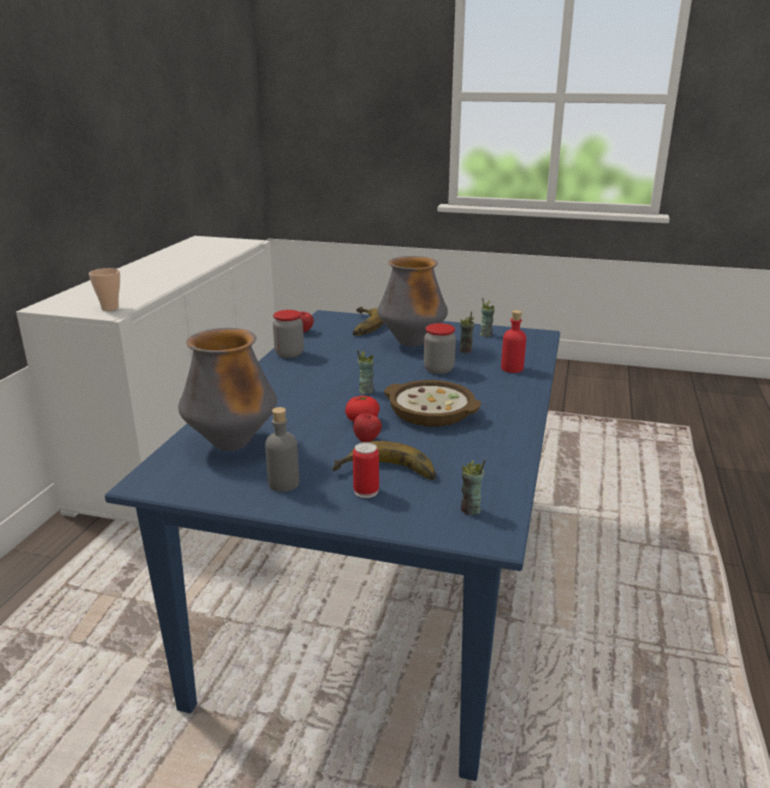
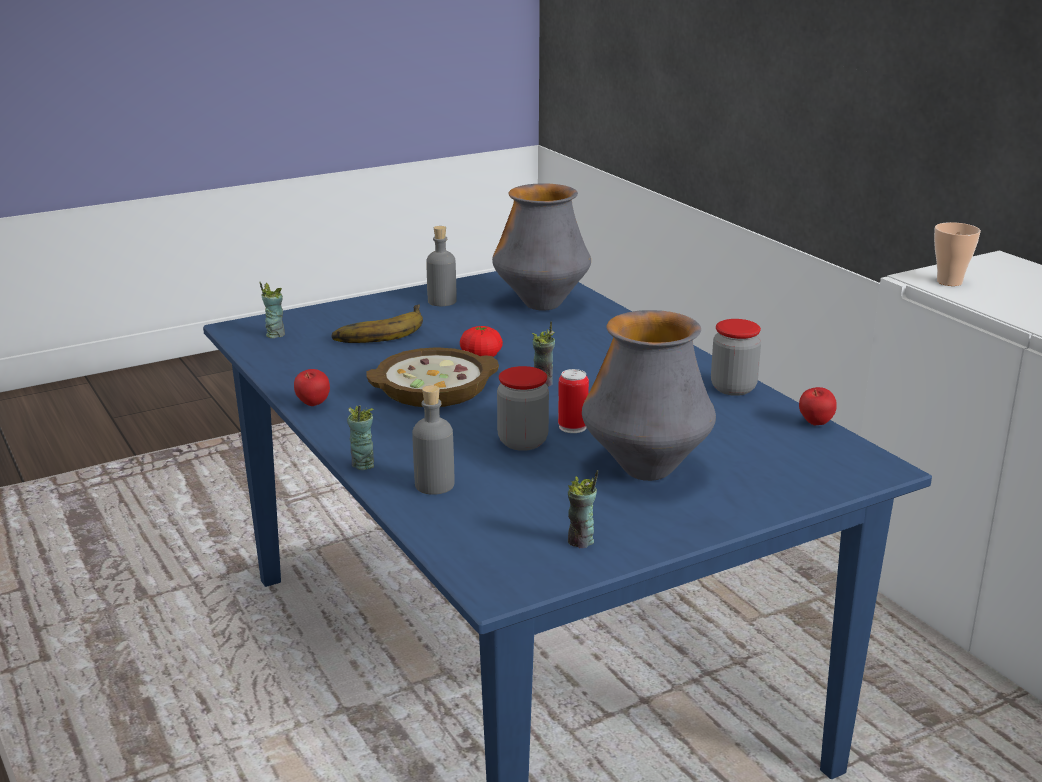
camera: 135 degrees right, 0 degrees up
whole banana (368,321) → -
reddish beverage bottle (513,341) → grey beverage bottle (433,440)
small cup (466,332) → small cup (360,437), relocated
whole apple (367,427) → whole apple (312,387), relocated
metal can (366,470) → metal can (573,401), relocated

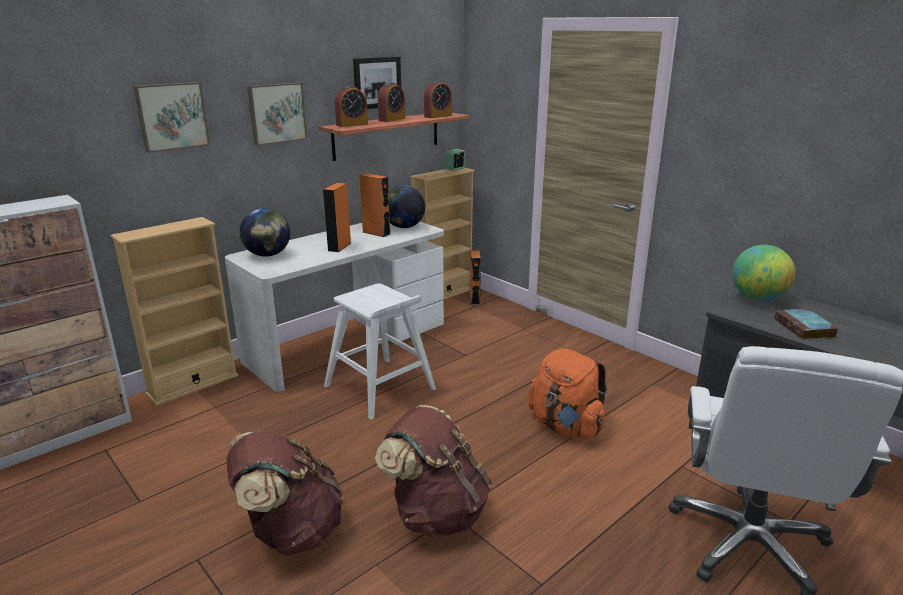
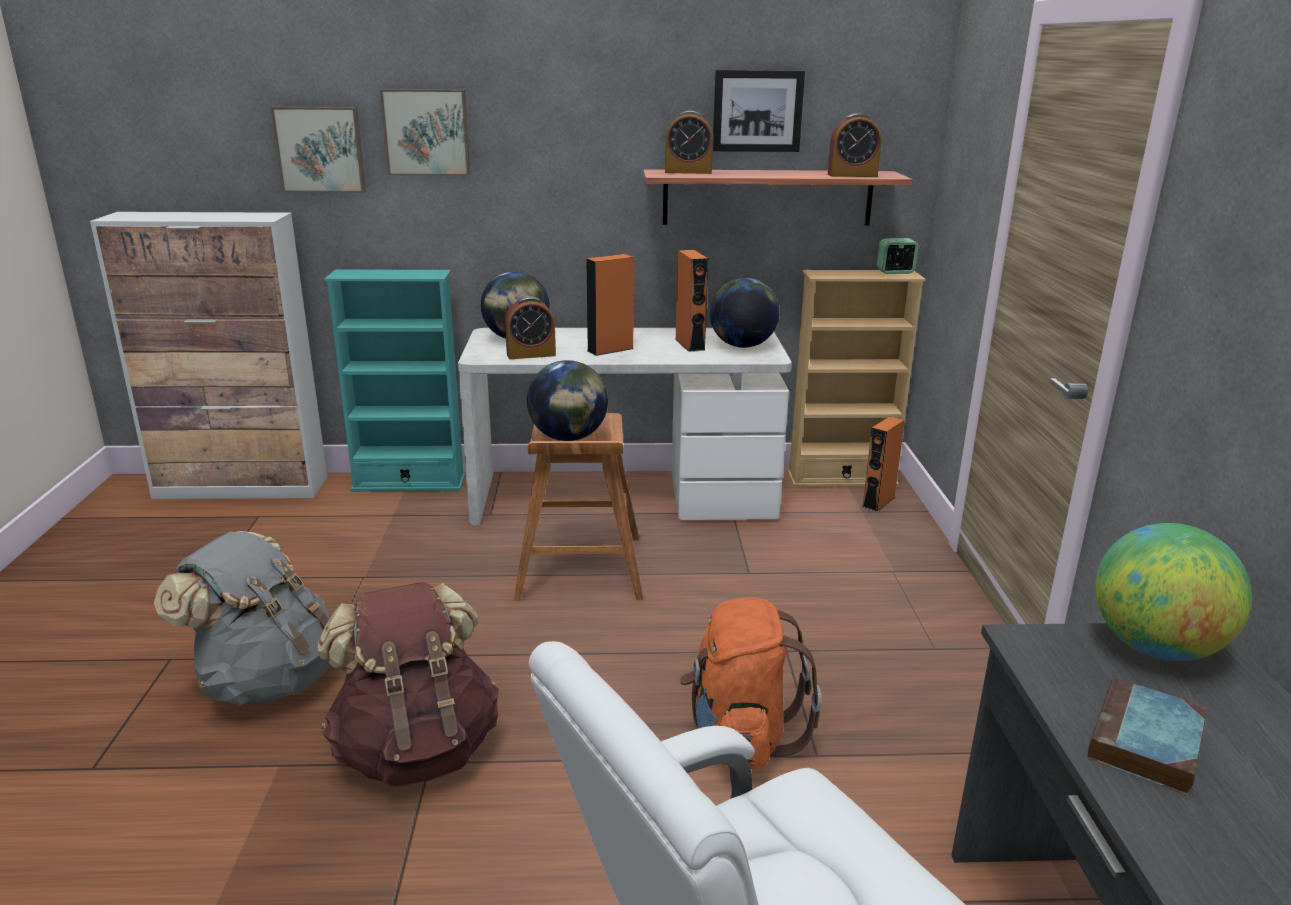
camera: 40 degrees right, 0 degrees up
picture (277,114) → picture (318,150), relocated
alarm clock (391,102) → alarm clock (530,327), relocated
beige-coloured bookshelf (174,311) → turquoise-coloured bookshelf (394,380)
white-coloured stool (380,351) → brown-coloured stool (578,507)
brown-coloured backpack (285,493) → grey backpack (242,618)
- → world globe (567,400)

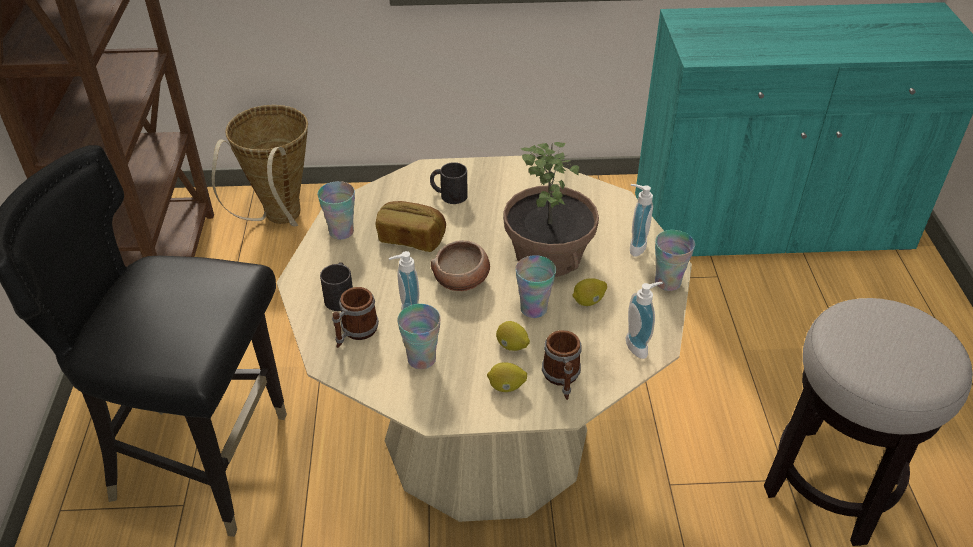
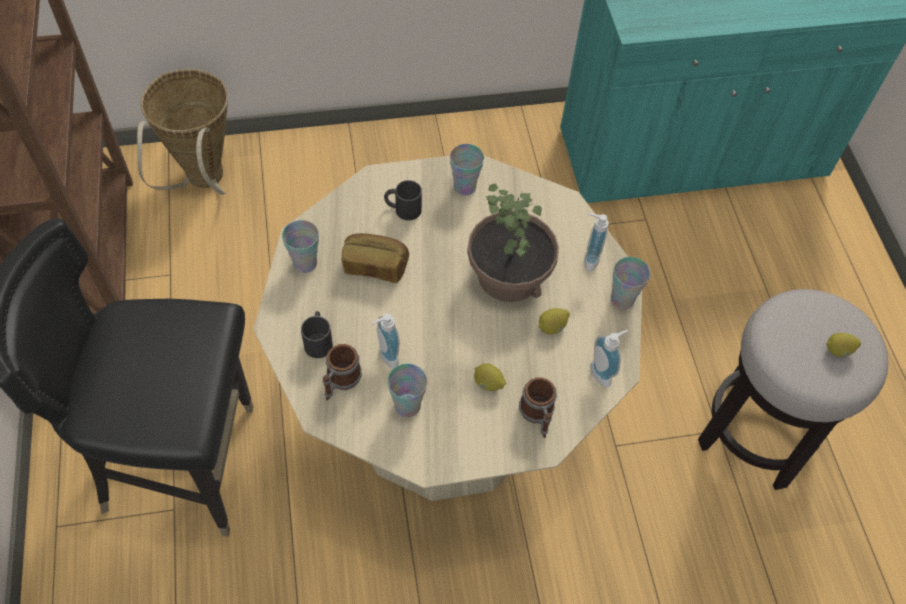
camera: 10 degrees left, 15 degrees up
deep dish (460,265) → -
small cup (535,286) → small cup (467,169), relocated
citrus fruit (507,377) → citrus fruit (843,345), relocated

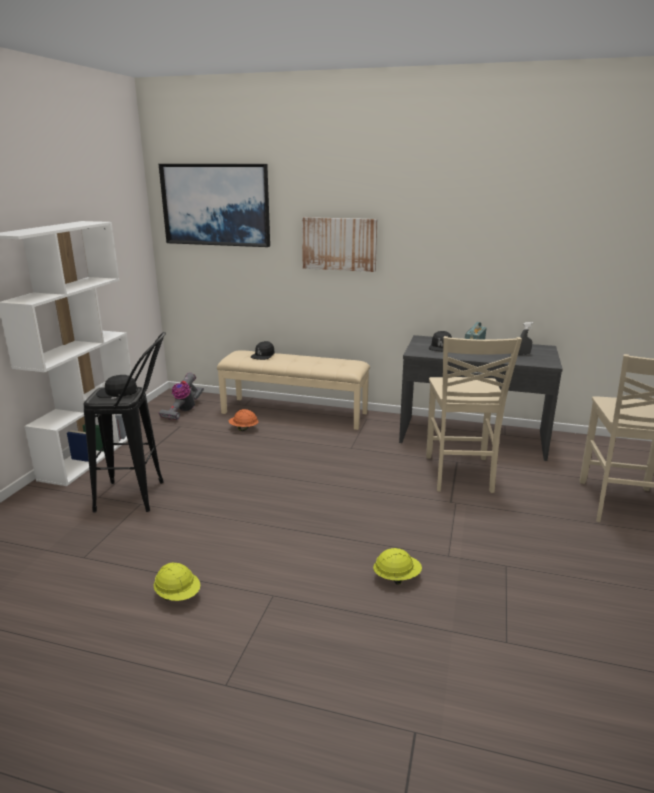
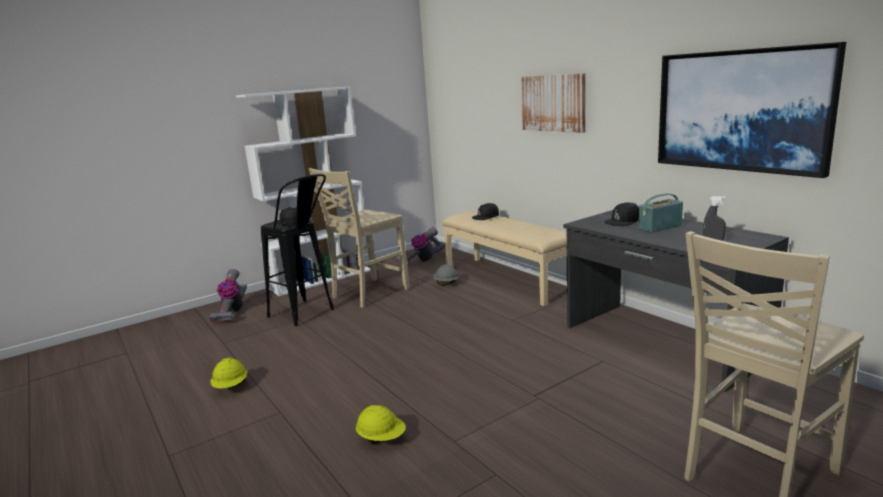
camera: 40 degrees right, 5 degrees down
picture (214,205) → picture (752,110), relocated
beige-coloured chair (474,414) → beige-coloured chair (359,238), relocated
orange safety helmet (243,420) → grey safety helmet (446,274)
- → vacuum cleaner (228,296)

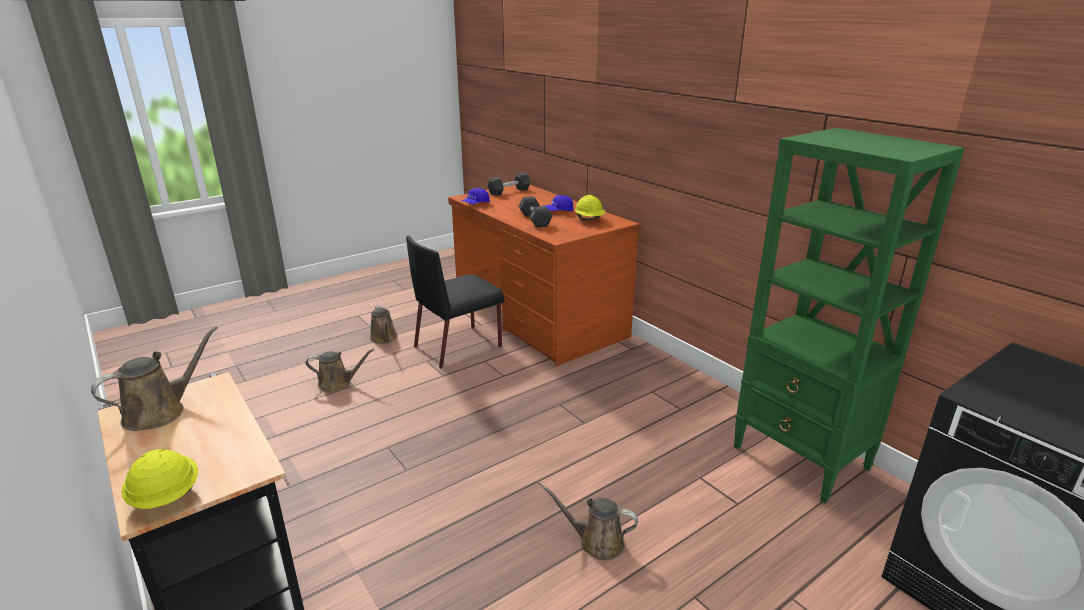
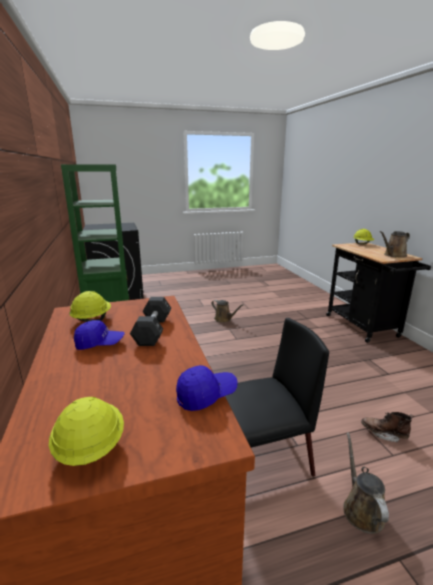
camera: 160 degrees left, 5 degrees down
black free weight (509,184) → yellow safety helmet (86,431)
brown-coloured watering pot (340,371) → brown-coloured tall boot (387,427)

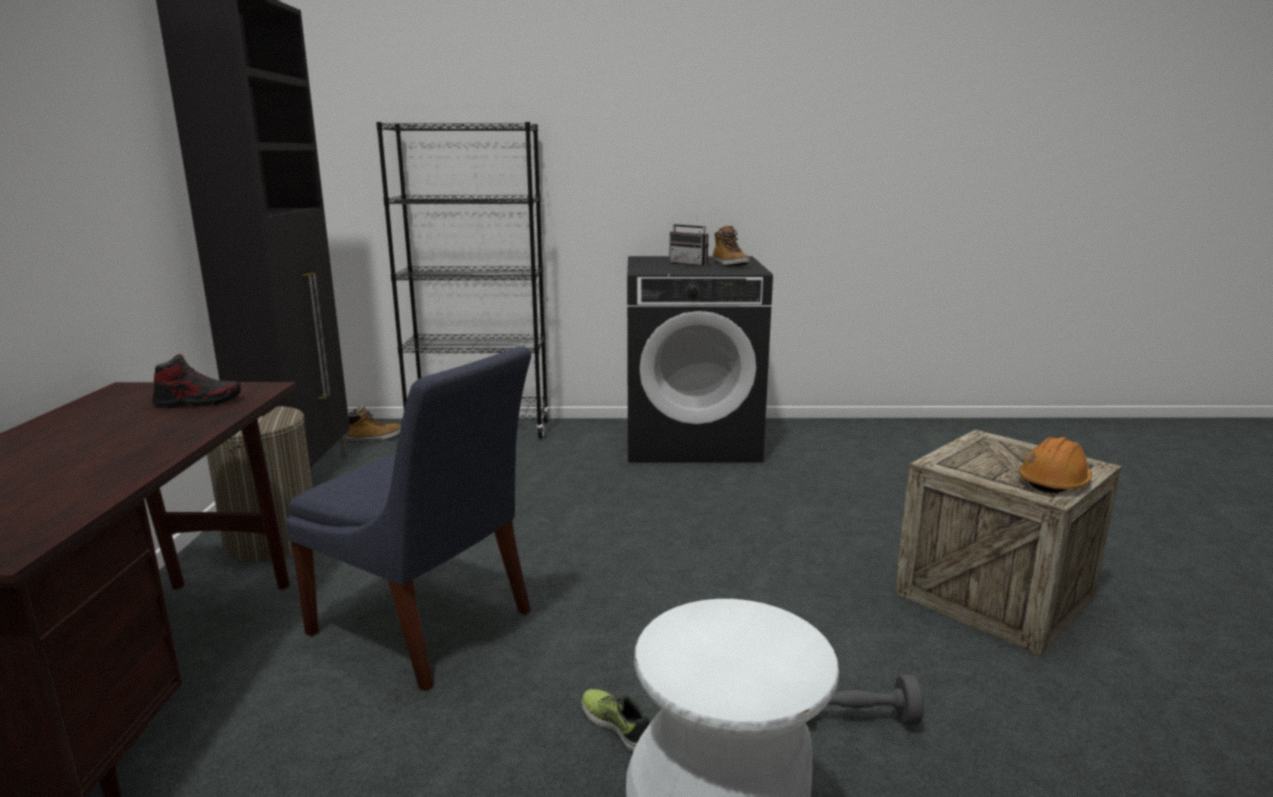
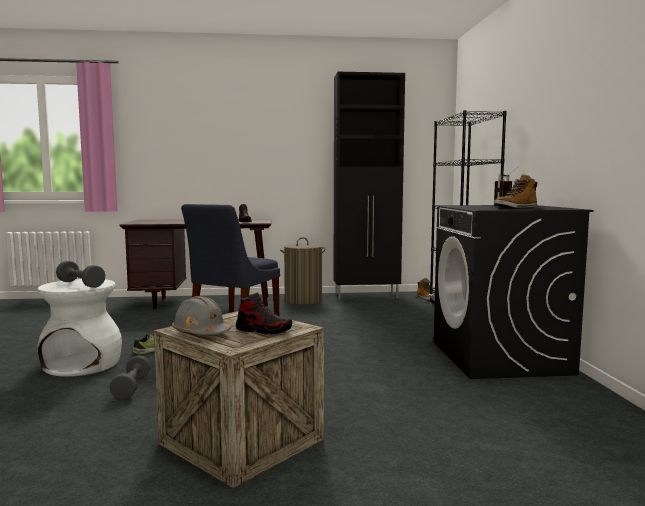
camera: 85 degrees right, 10 degrees down
orange safety helmet (1055,465) → grey safety helmet (201,315)
- → grey free weight (80,274)
- → shoe (264,313)

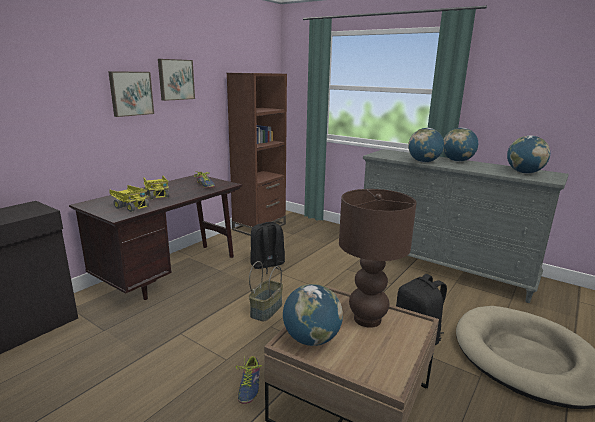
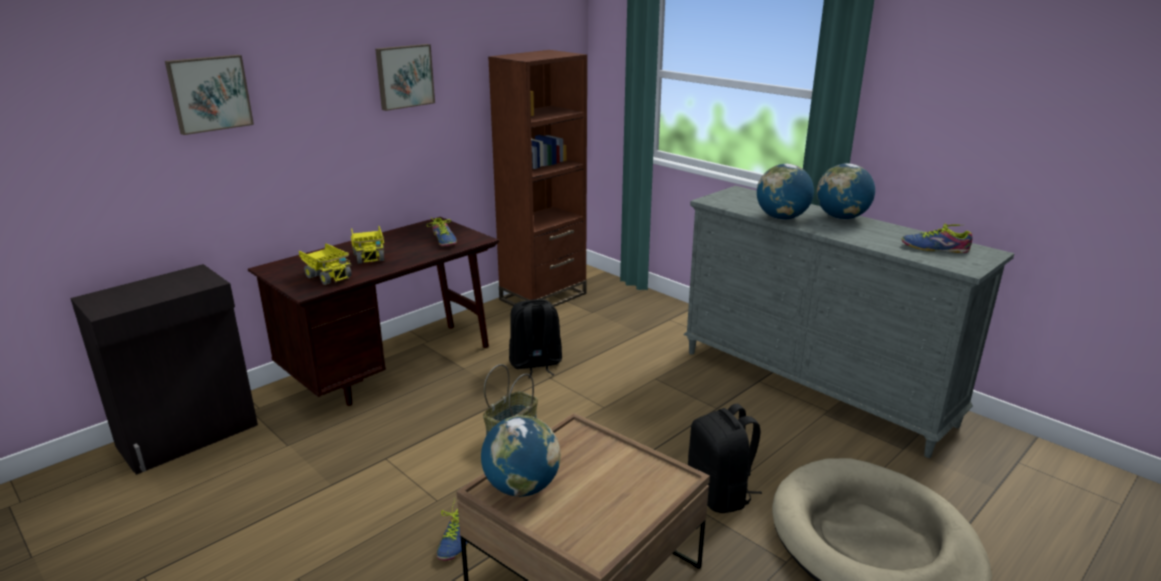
camera: 10 degrees right, 5 degrees up
picture (131,94) → picture (209,95), relocated
world globe (528,155) → shoe (937,238)
brown-coloured table lamp (378,258) → -

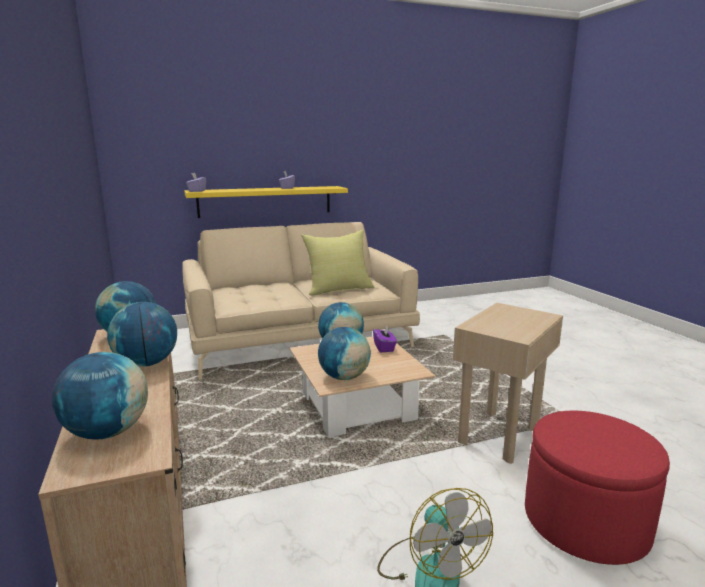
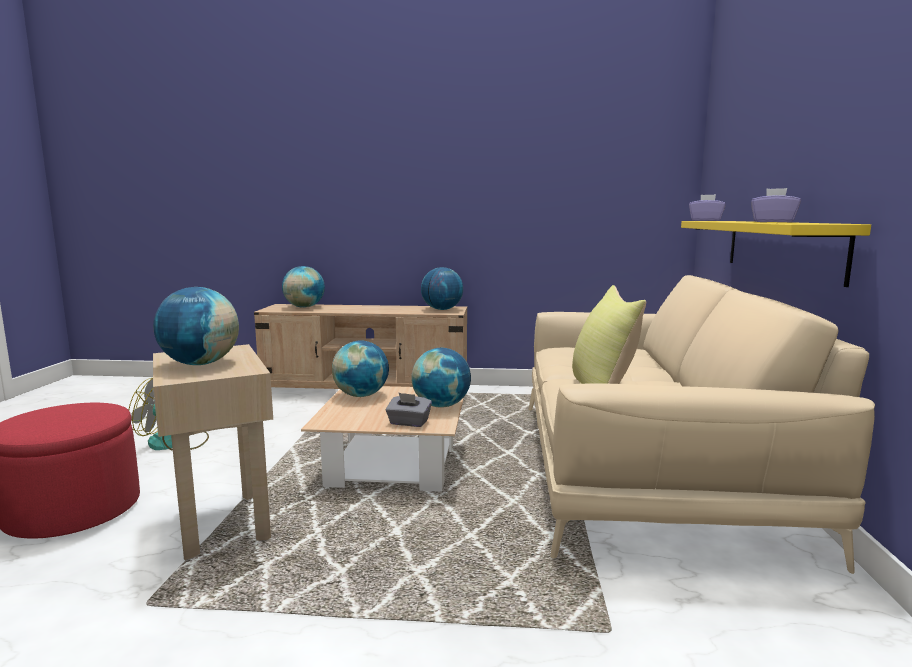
camera: 115 degrees right, 5 degrees down
world globe (142,334) → world globe (196,326), relocated
purplish box of tissues (385,338) → grey box of tissues (409,410)

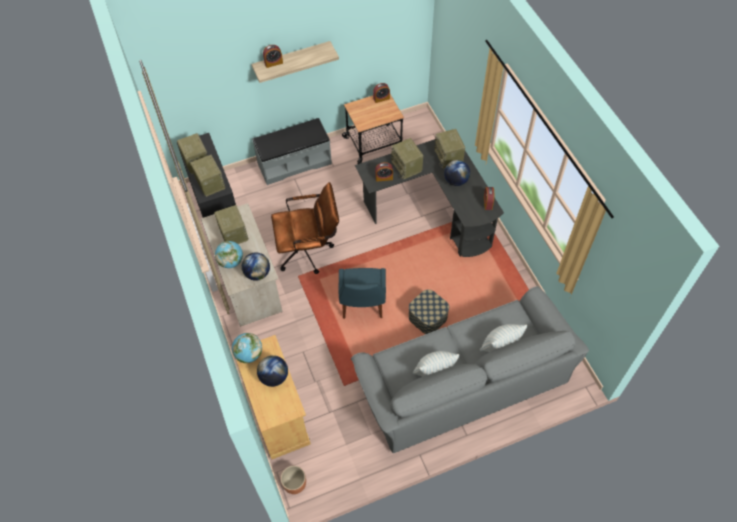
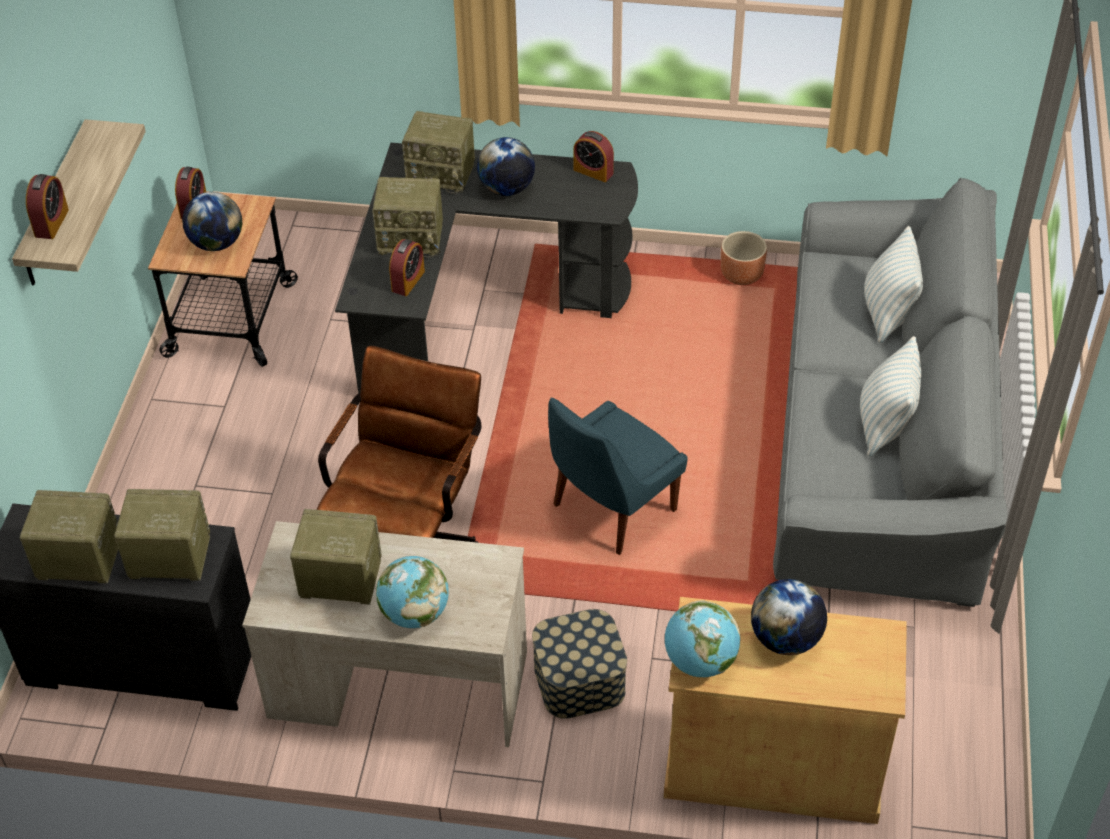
camera: 60 degrees left, 10 degrees down
grey indoor bench (292,151) → -
world globe (256,266) → world globe (212,221), relocated
blue-coloured chair (362,293) → blue-coloured chair (618,476), 105 degrees clockwise
storage container (429,311) → storage container (579,664), relocated
brown-coloured planter (293,480) → brown-coloured planter (744,258), relocated

